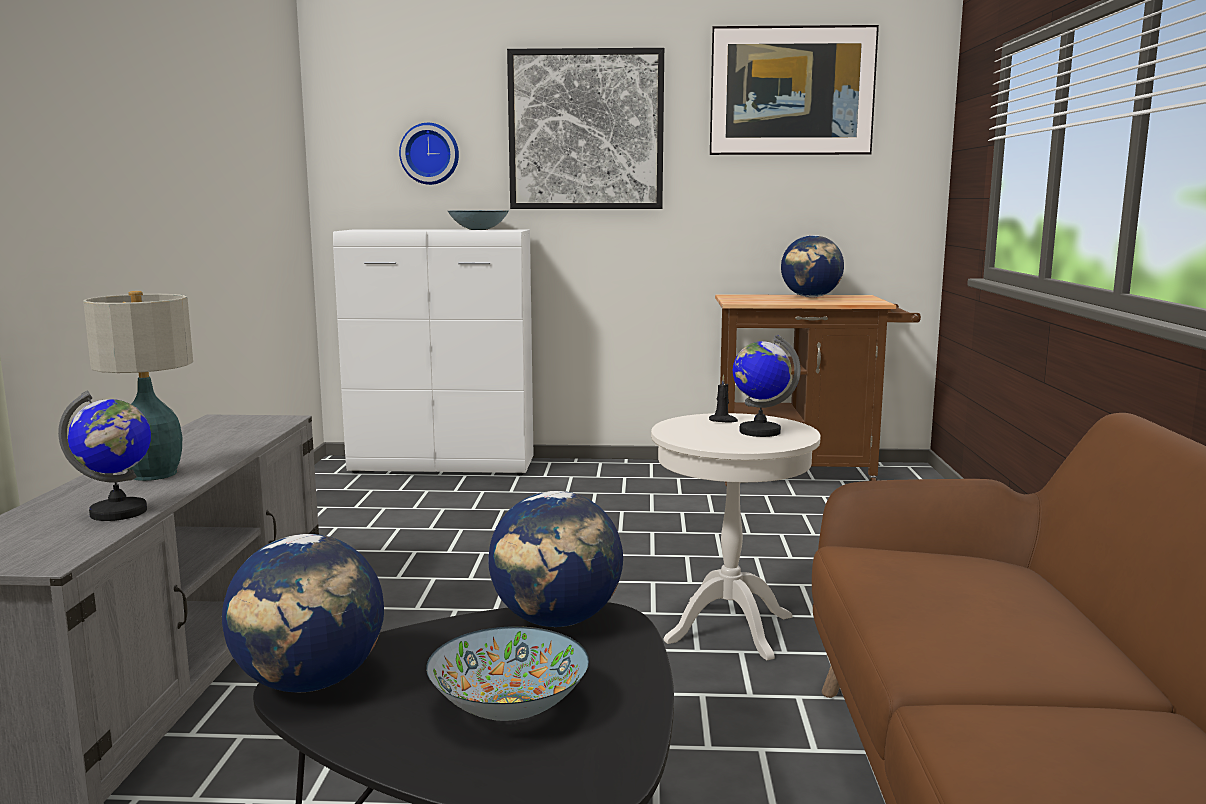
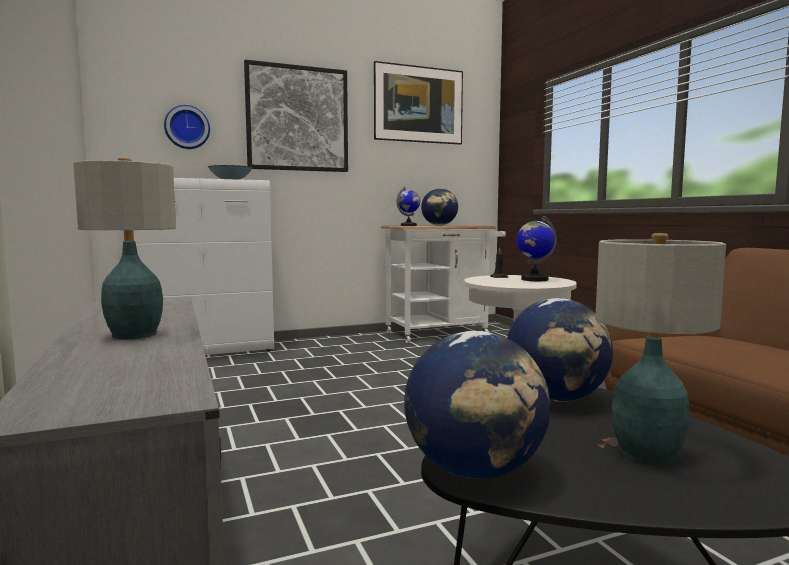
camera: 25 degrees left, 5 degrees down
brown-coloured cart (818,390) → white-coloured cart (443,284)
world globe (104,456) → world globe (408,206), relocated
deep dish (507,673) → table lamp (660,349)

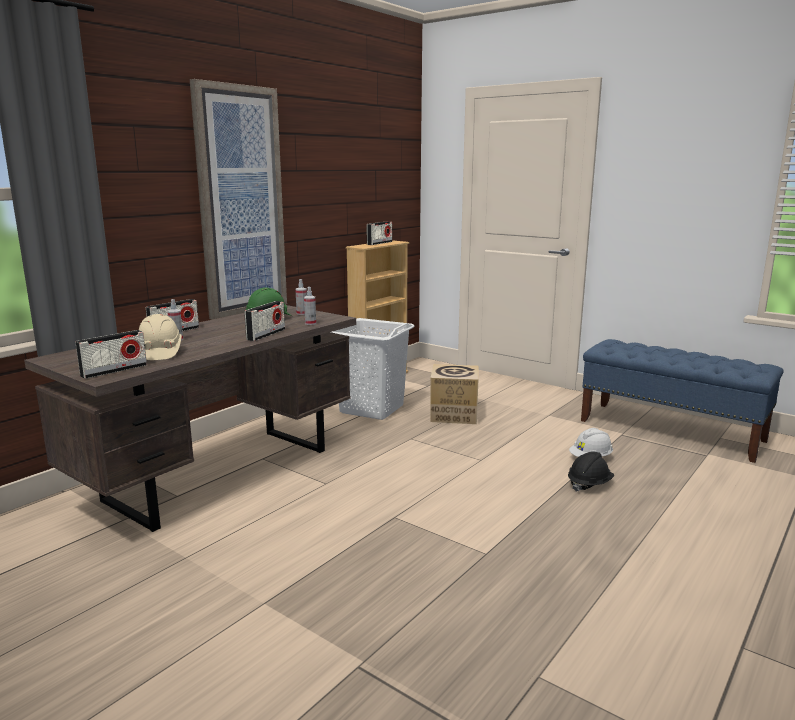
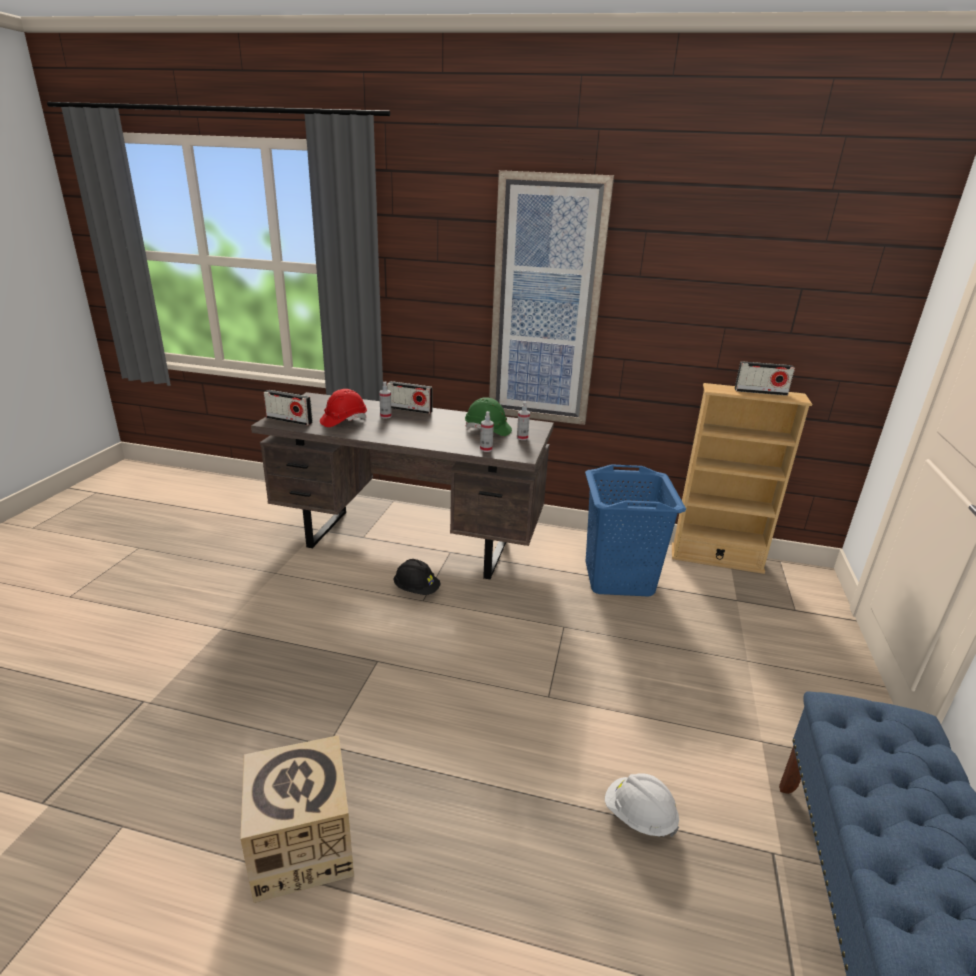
camera: 65 degrees right, 10 degrees up
radio (265,321) → -
beige-coloured safety helmet (160,337) → reddish safety helmet (343,408)
white-coloured hamper (373,369) → blue-coloured hamper (635,530)
cardboard box (454,394) → cardboard box (297,819), relocated
black safety helmet (591,472) → black safety helmet (417,577), relocated

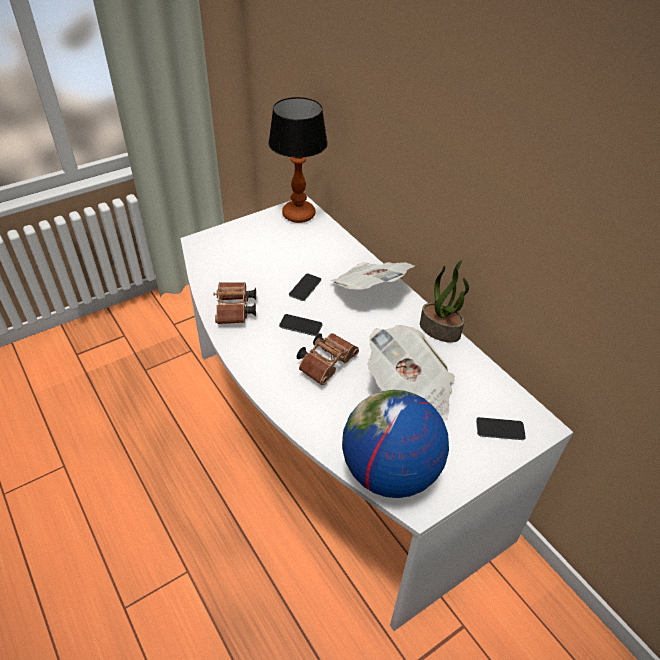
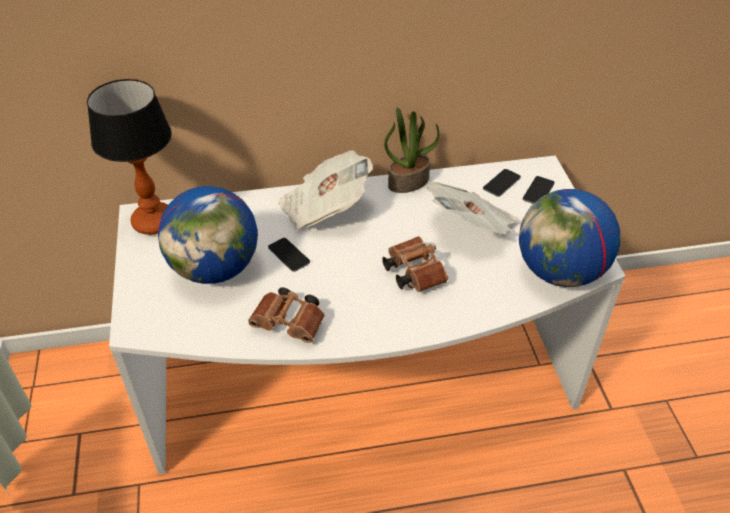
camera: 65 degrees left, 0 degrees up
phone (300,325) → phone (502,183), relocated
- → world globe (208,235)

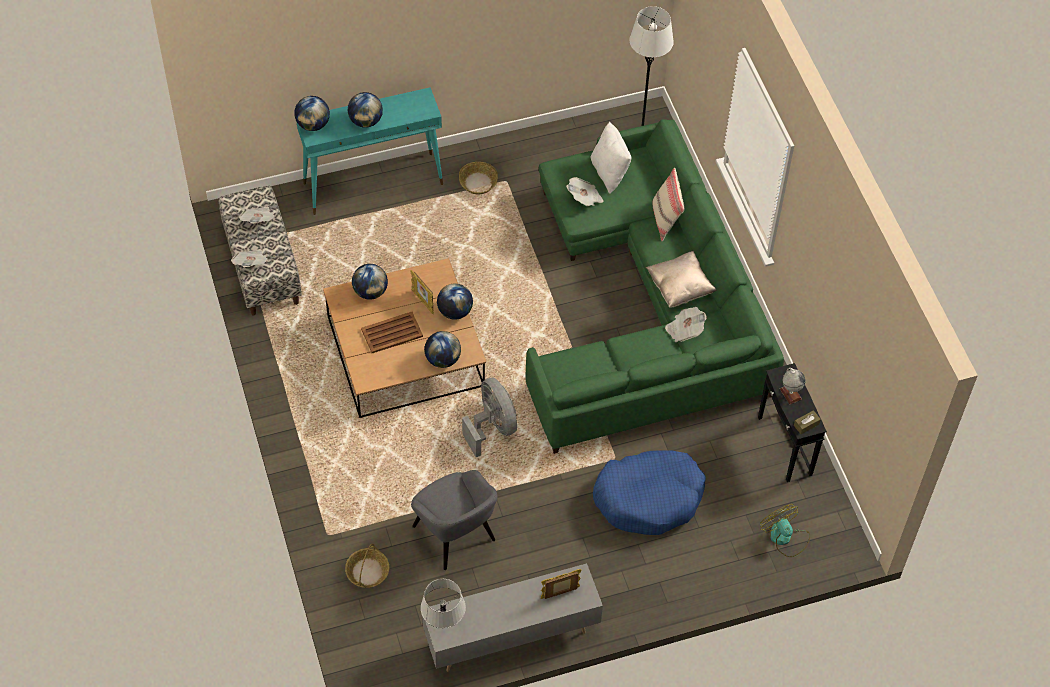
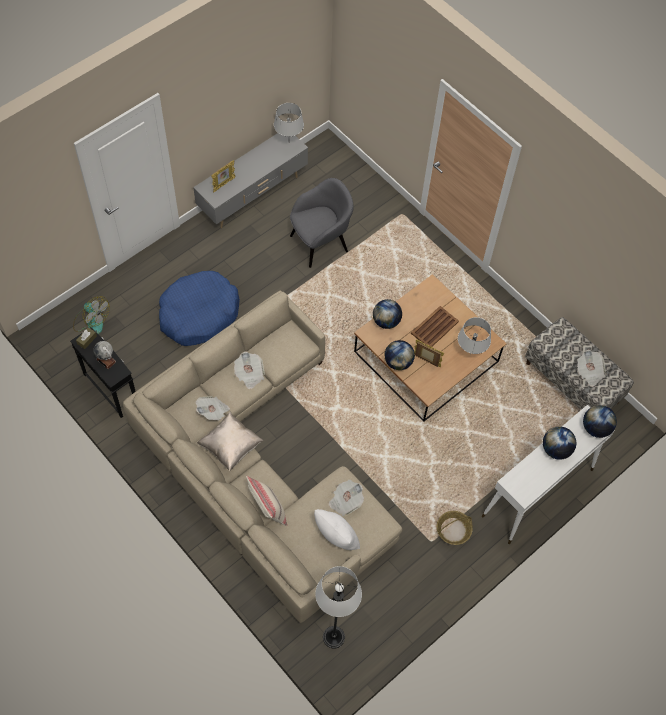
camera: 155 degrees right, 5 degrees up
turquoise-coloured hall table (370,151) → white-coloured hall table (548,474)
green settee (655,286) → beige-coloured settee (262,457)
daily paper (249,258) → daily paper (249,370), relocated
world globe (370,282) → grey table lamp (474,335)
grey electric fan (489,417) → -
grey armchair (454,520) → grey armchair (322,223), 120 degrees clockwise
household basket (367,566) → -

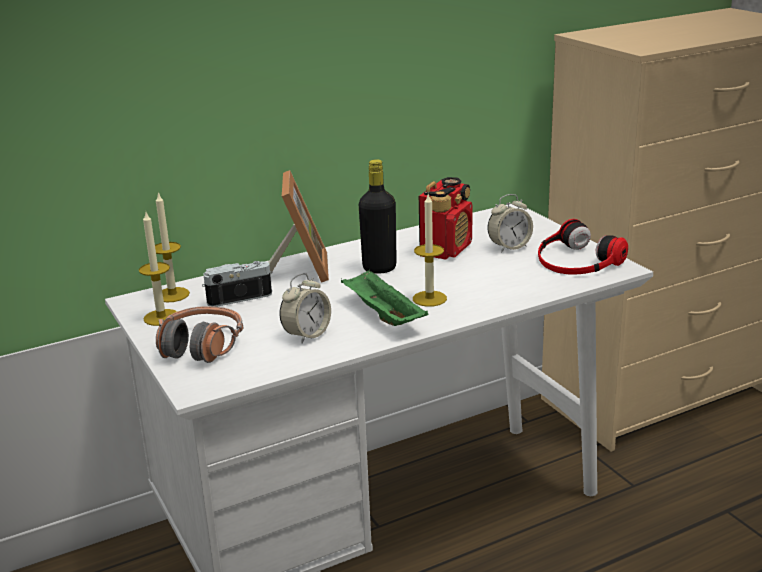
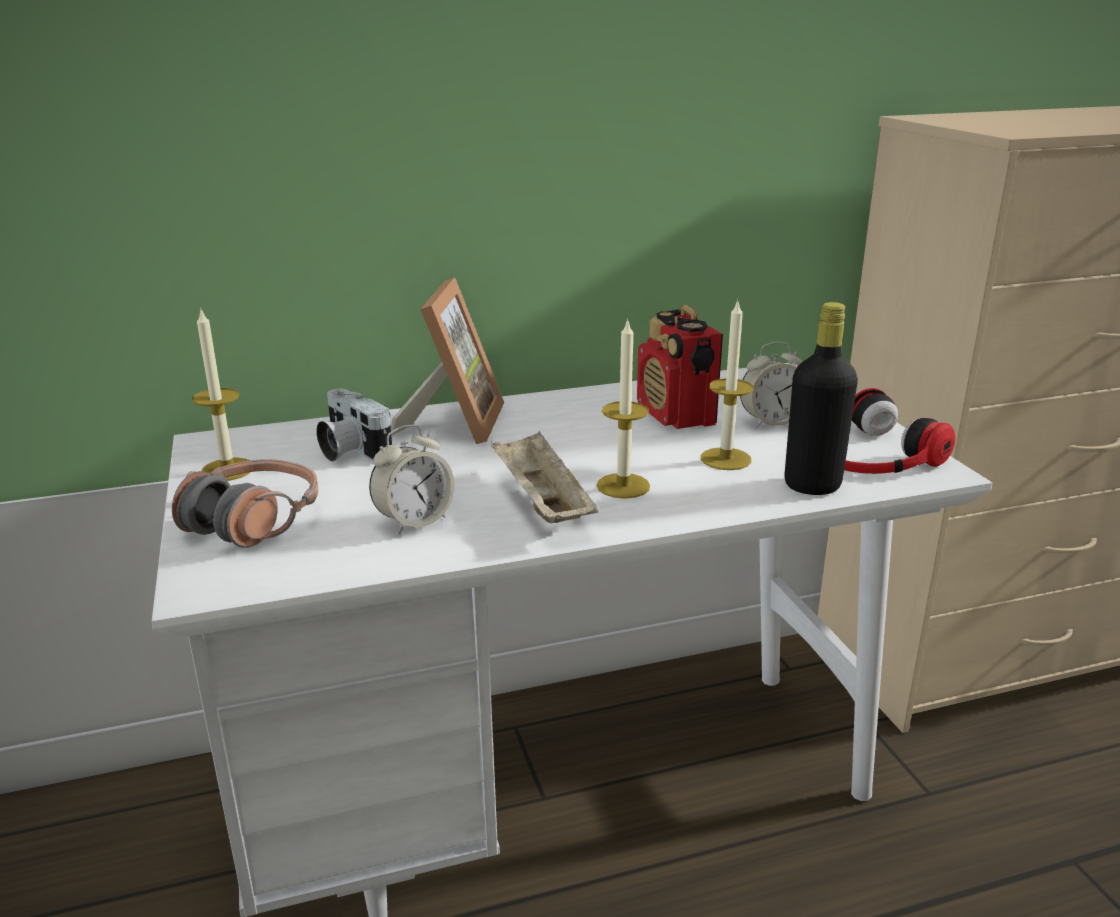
camera: 10 degrees right, 0 degrees up
black beverage bottle (378,216) → black beverage bottle (821,398), relocated
radio (446,218) → radio (680,367), 120 degrees clockwise
wax light (172,247) → wax light (727,384), relocated
photo camera (237,284) → photo camera (354,425), 120 degrees counterclockwise
green carrying tray (384,297) → beige-coloured carrying tray (545,476)

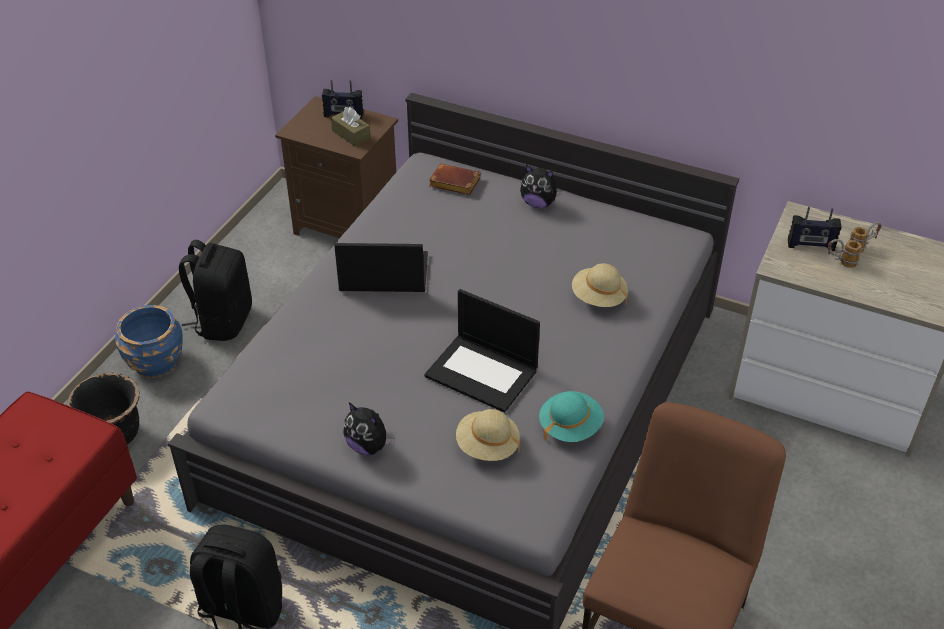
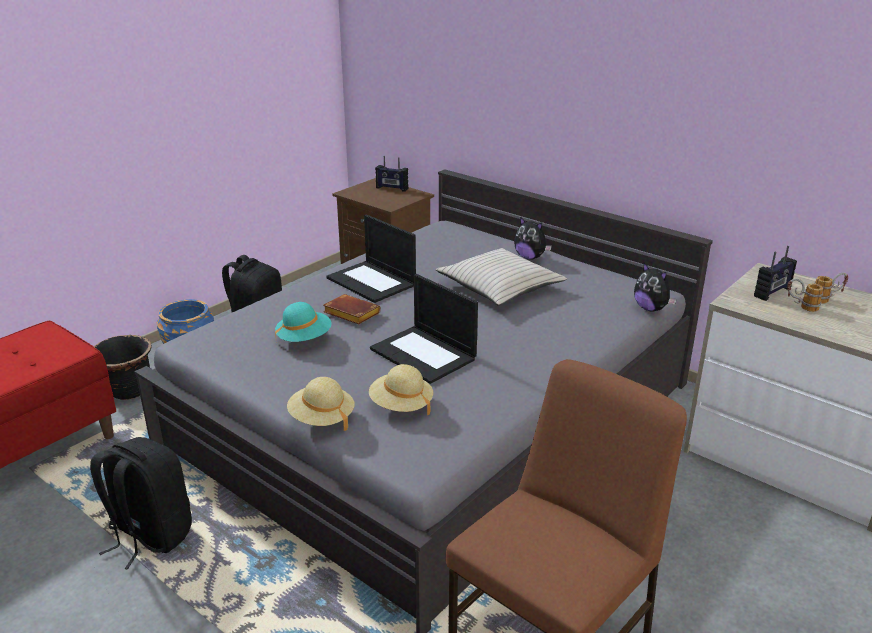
camera: 15 degrees right, 15 degrees down
brown-coloured box of tissues (351,127) → -
brown-coloured volume (455,179) → brown-coloured volume (352,309), relocated
radio (815,228) → radio (775,273), 60 degrees counterclockwise
portable computer (381,267) → portable computer (371,258), 150 degrees counterclockwise
beige-coloured hat (600,285) → beige-coloured hat (321,404), relocated
turquoise-coloured hat (571,416) → turquoise-coloured hat (303,322), relocated
cuddly toy (369,428) → cuddly toy (655,287), relocated
- → beige-coloured cushion (501,276)

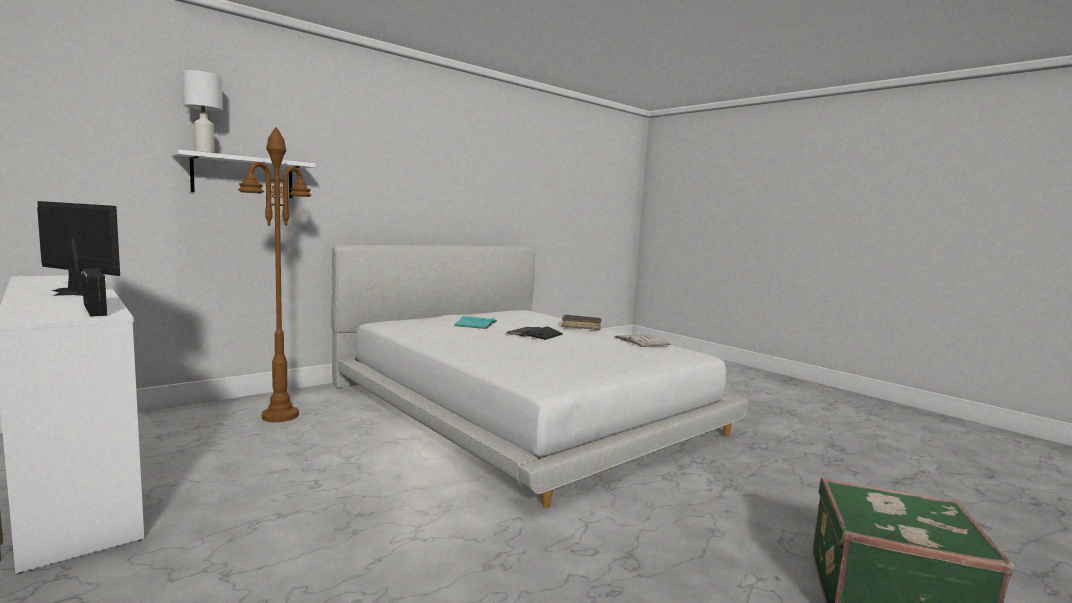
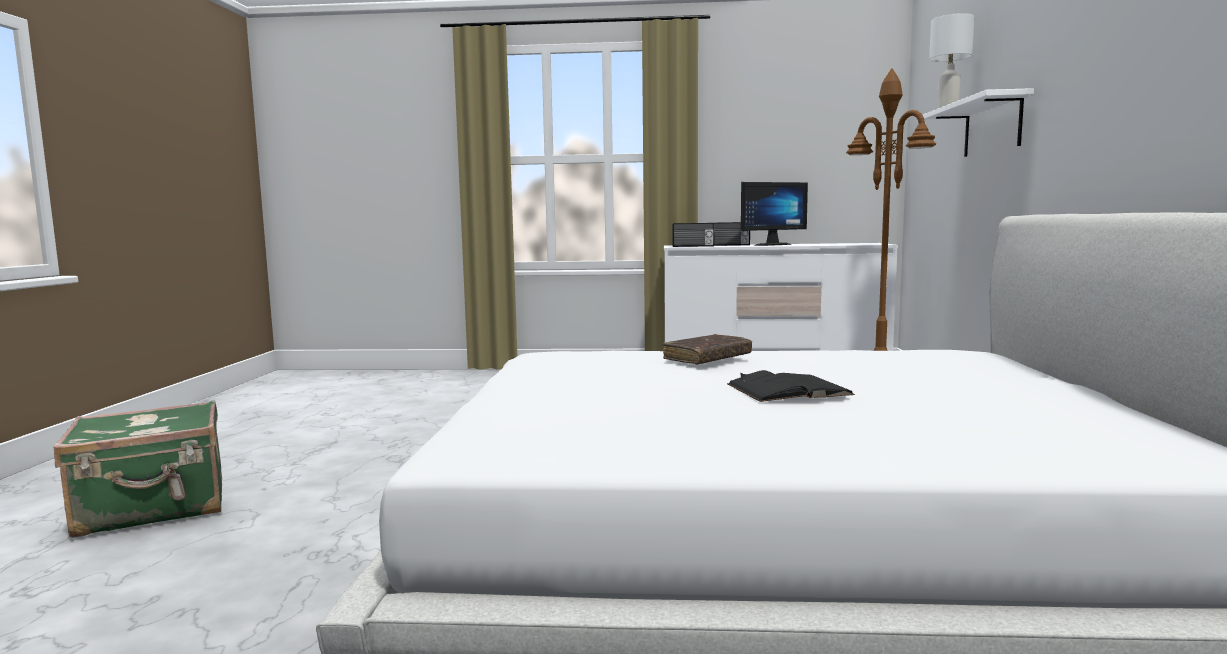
camera: 135 degrees right, 0 degrees up
brown-coloured volume (581,322) → brown-coloured volume (707,349), relocated
turquoise-coloured volume (475,322) → -
white-coloured volume (643,340) → -
- → radio (732,234)

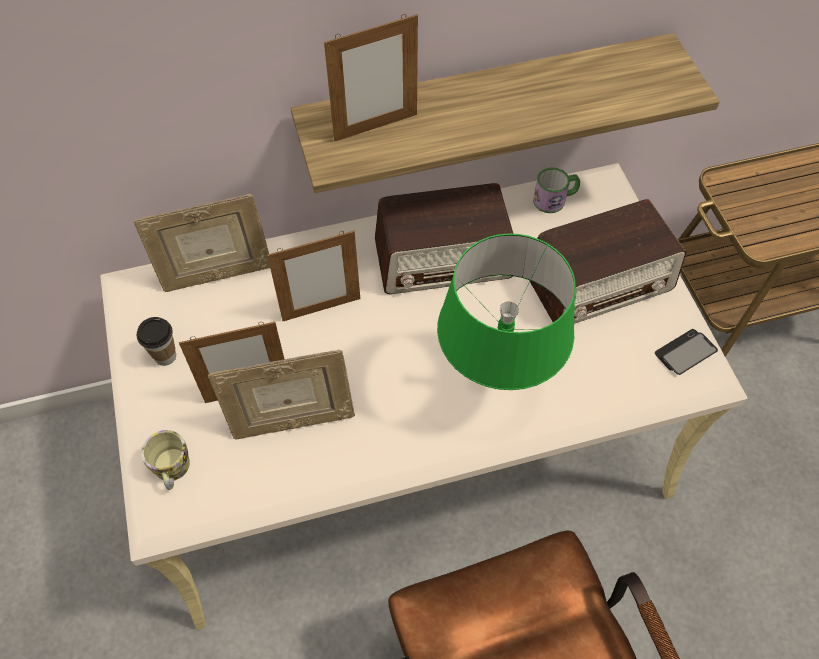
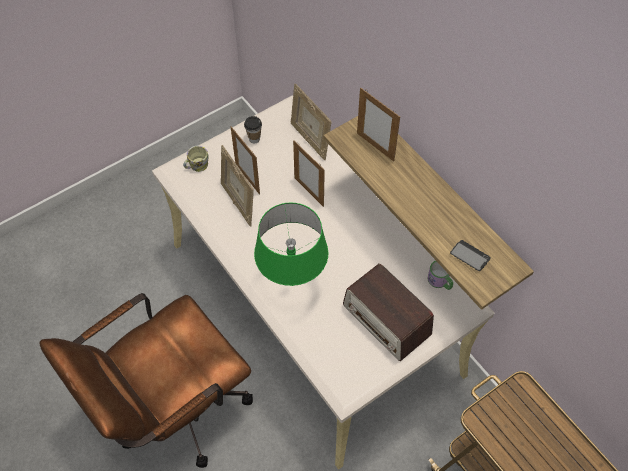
camera: 70 degrees right, 0 degrees up
radio (444,238) → -
phone (686,352) → phone (470,255), relocated

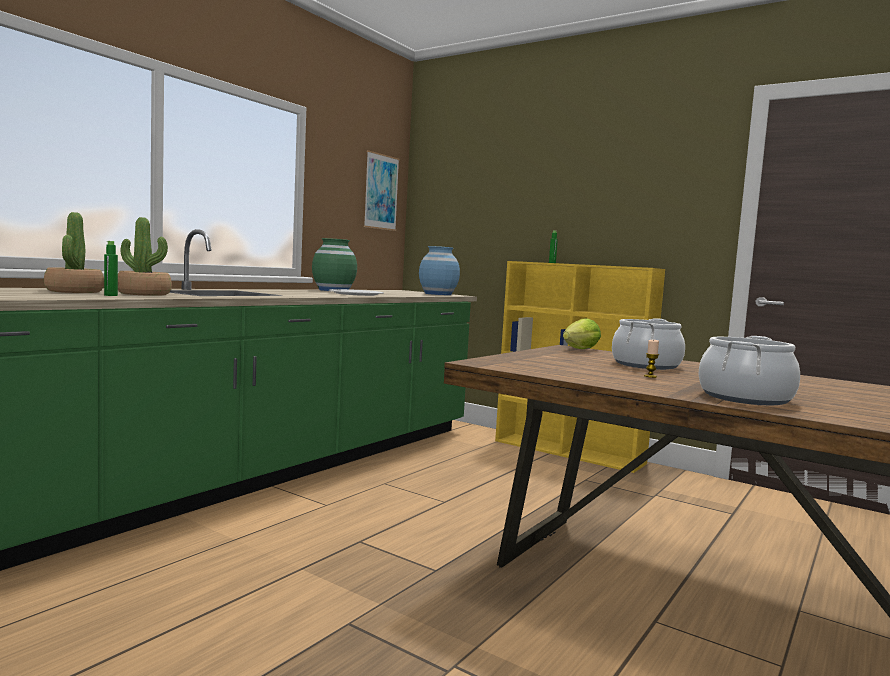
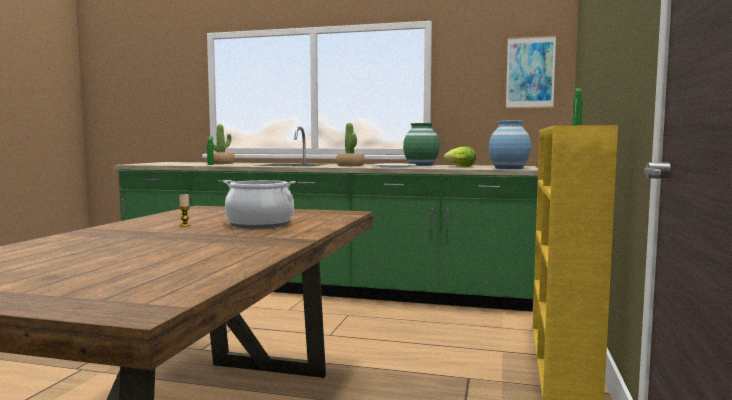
camera: 70 degrees right, 0 degrees up
potted plant (145,256) → potted plant (350,144), relocated
lettuce (582,333) → lettuce (460,157), relocated
cooking pot (749,370) → -

